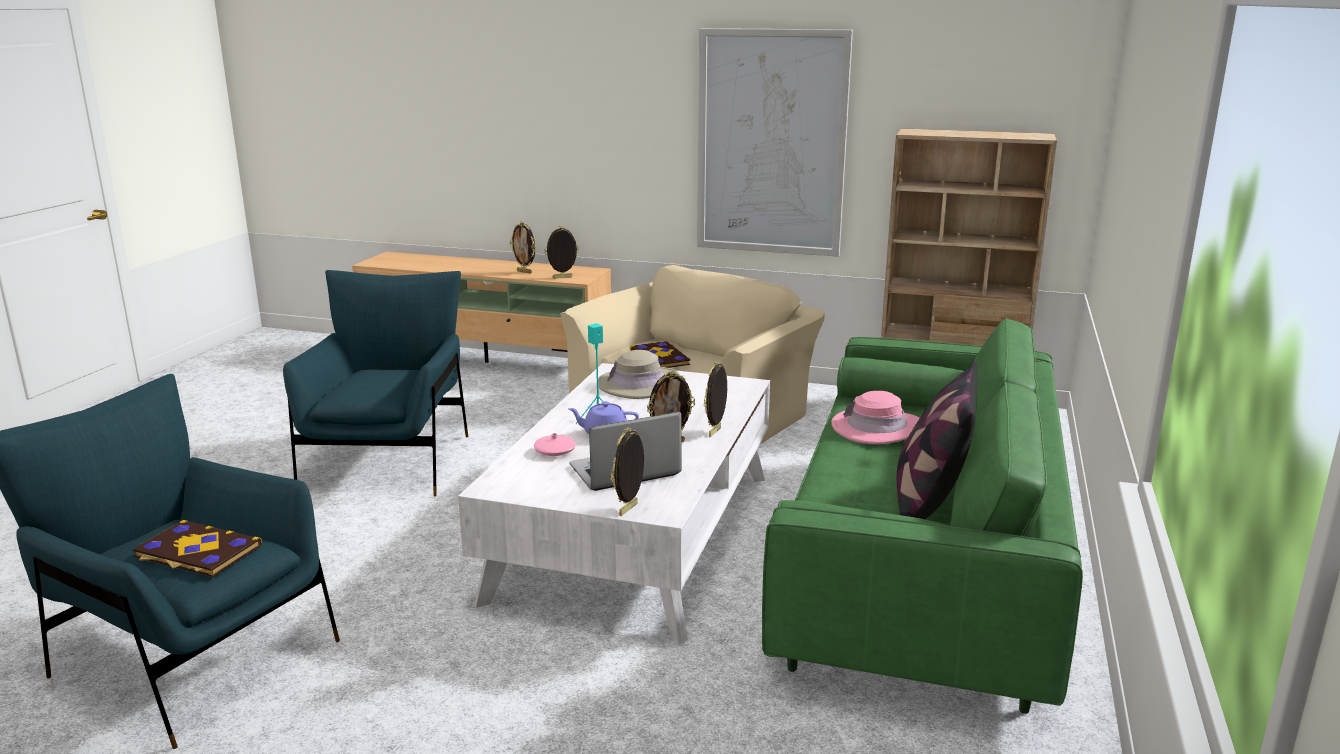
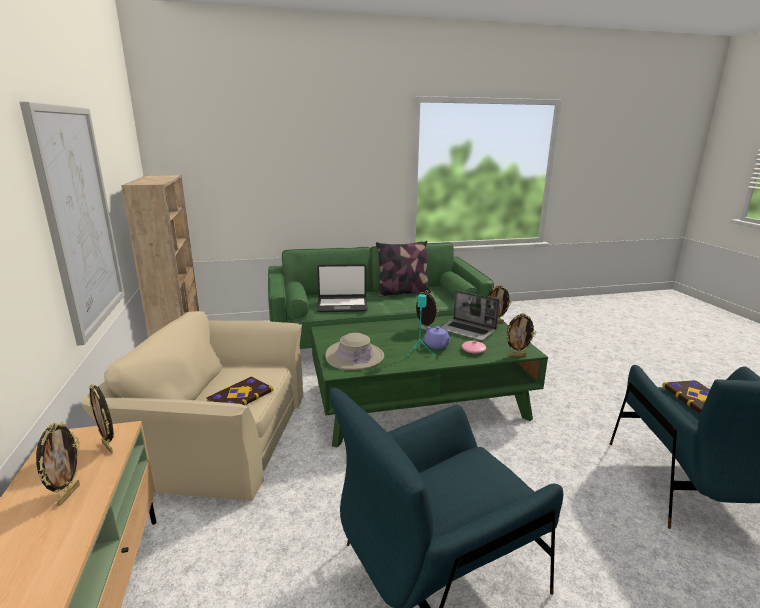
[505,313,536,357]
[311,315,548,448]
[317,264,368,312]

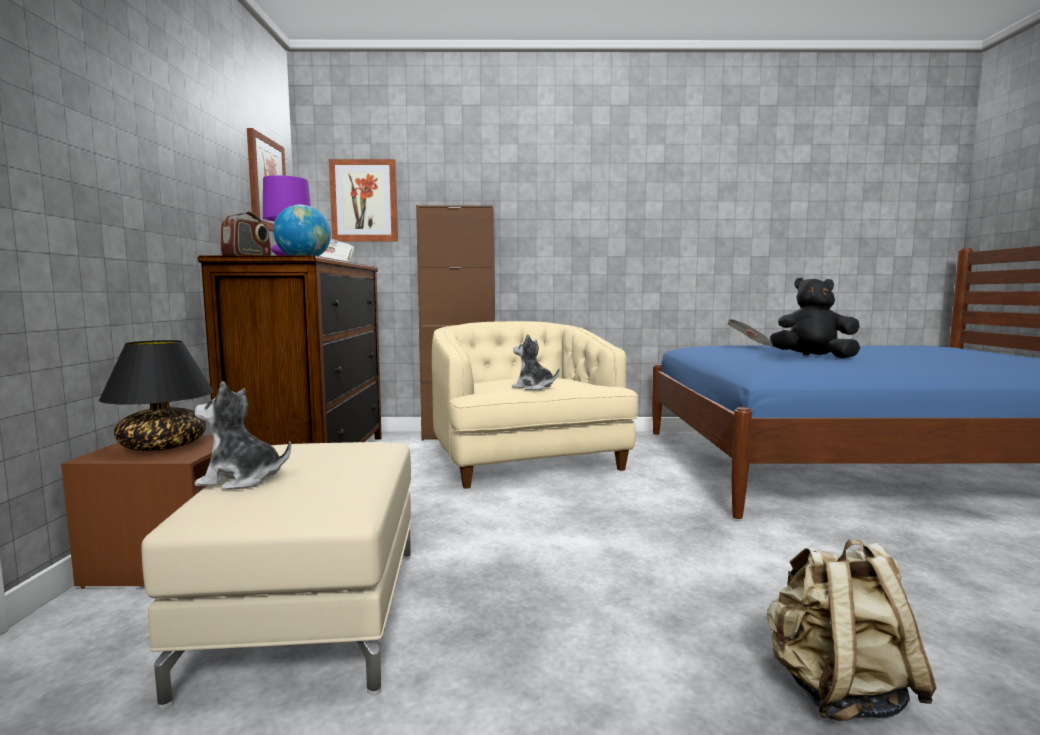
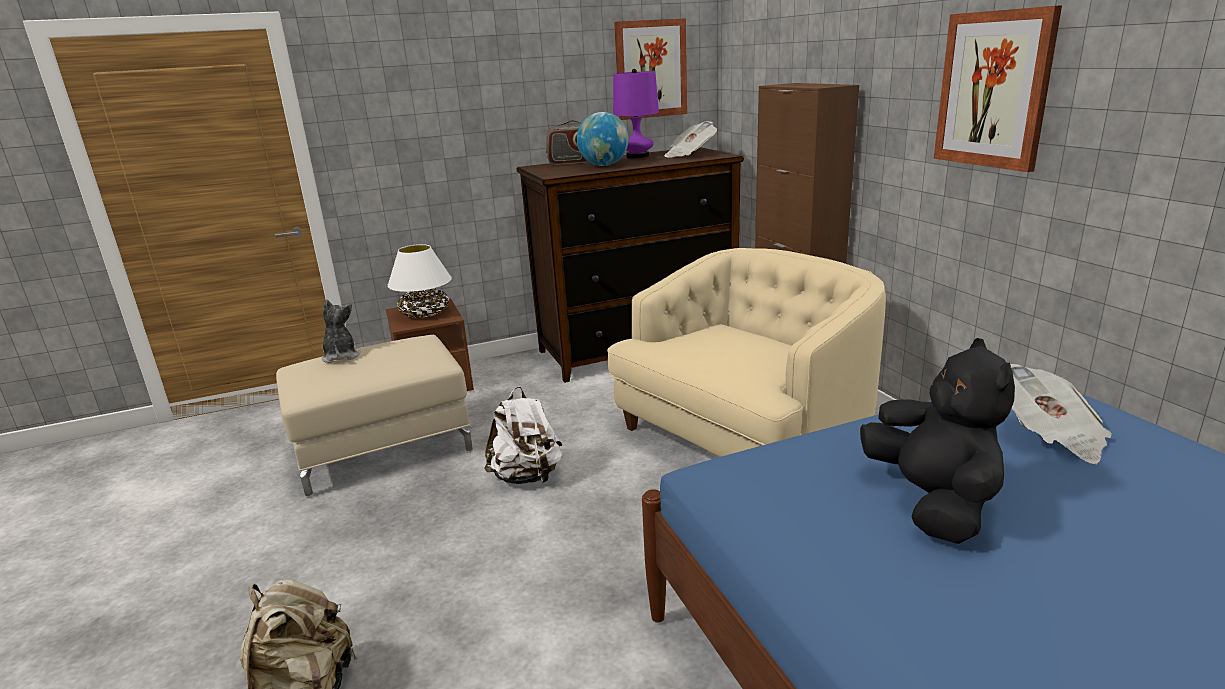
[934,5,1062,172]
[512,334,559,390] (first image)
[387,244,452,318]
[484,386,563,484]

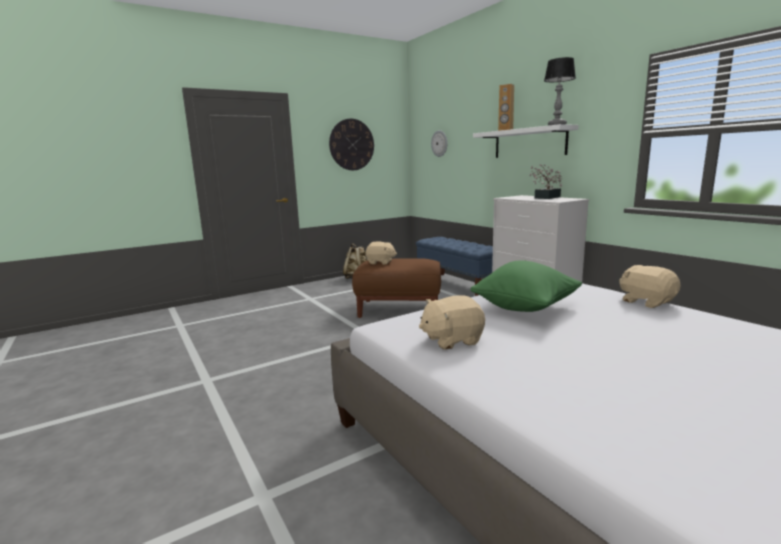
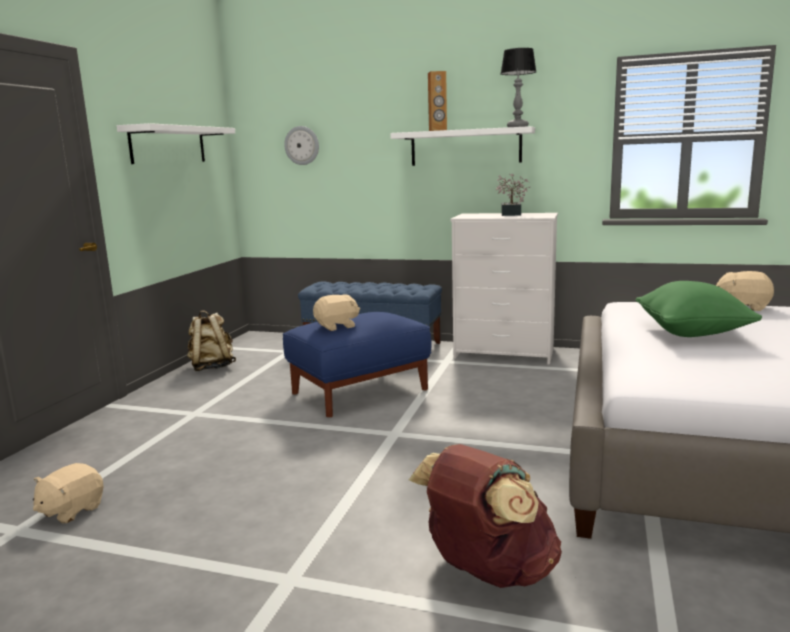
[117,123,235,164]
[283,312,432,417]
[33,463,104,524]
[409,444,562,588]

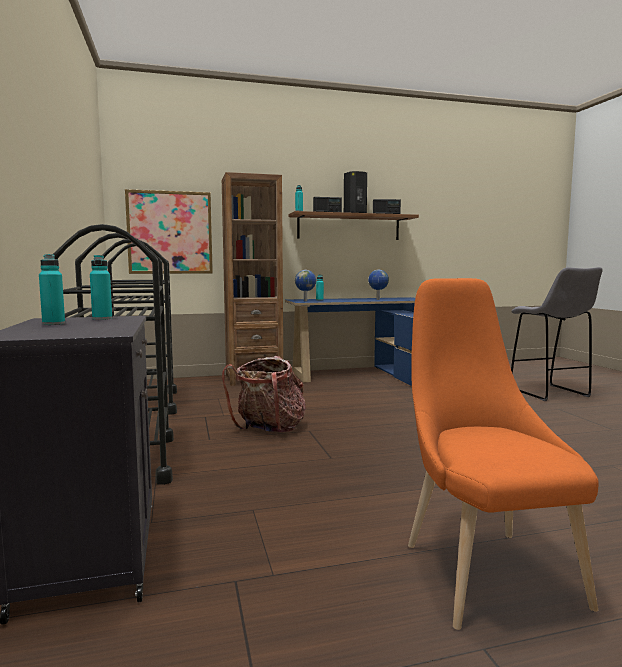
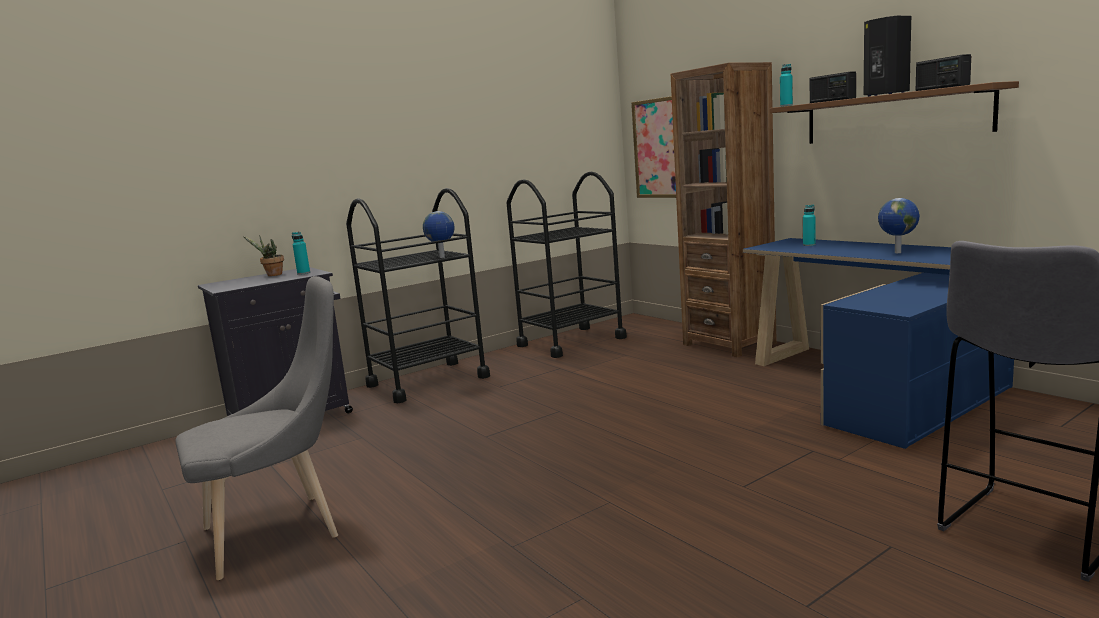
[243,235,284,276]
[423,211,455,258]
[176,276,338,580]
[222,356,306,432] (first image)

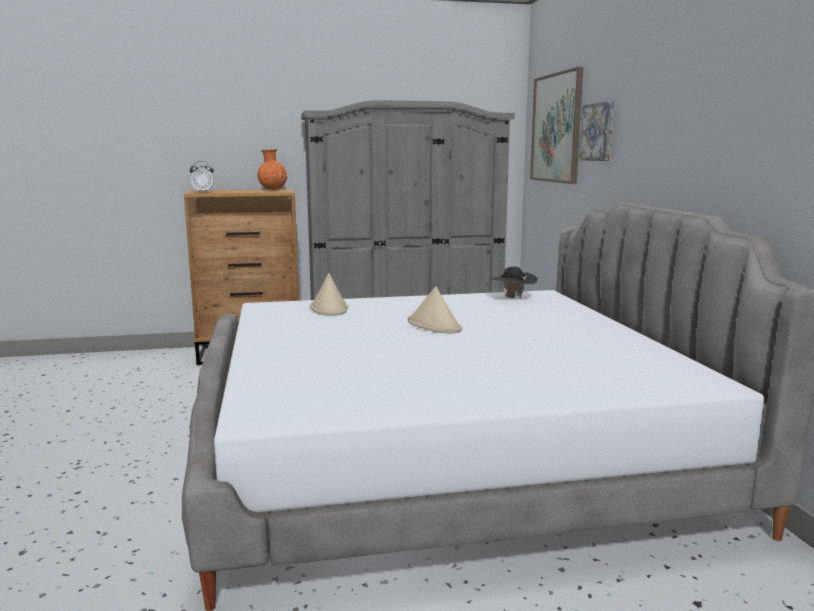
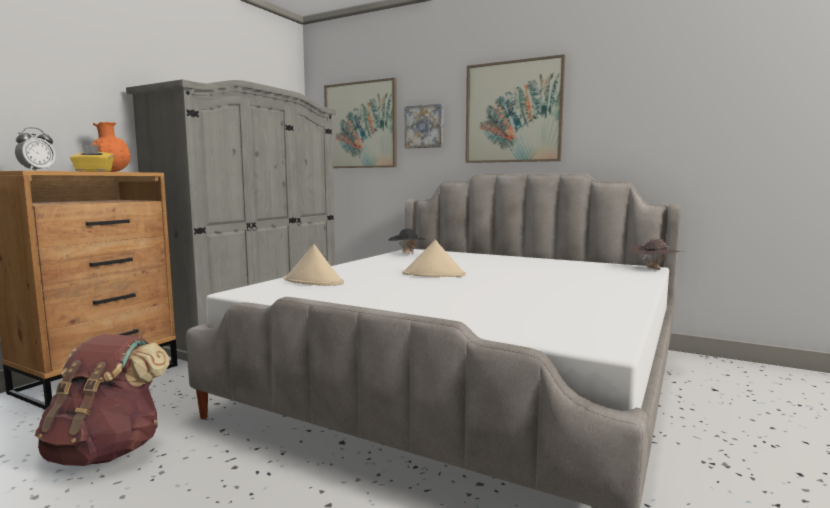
[465,54,565,163]
[70,145,114,172]
[629,239,685,270]
[35,334,170,466]

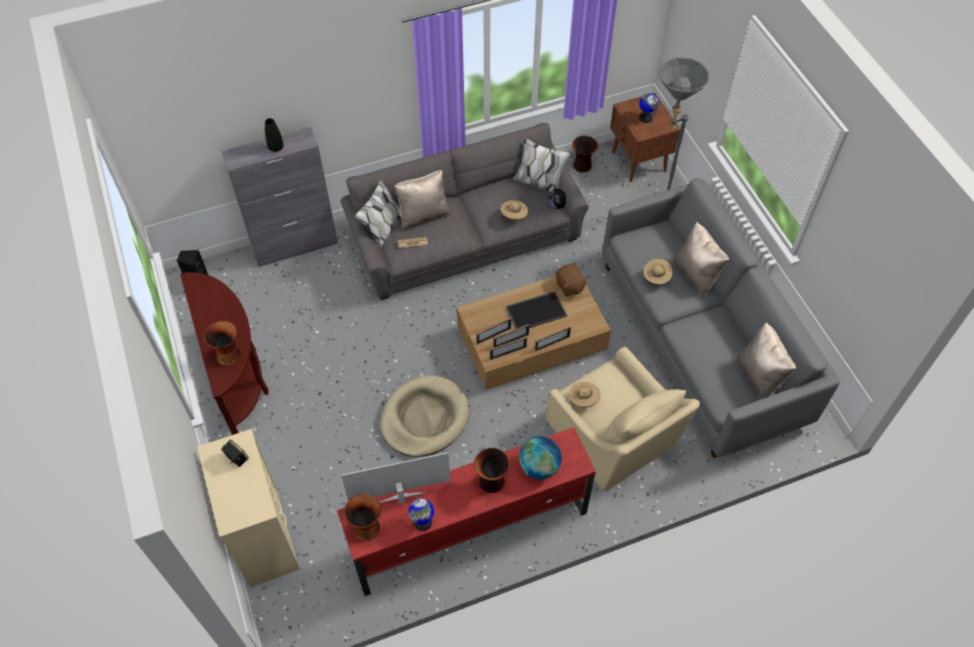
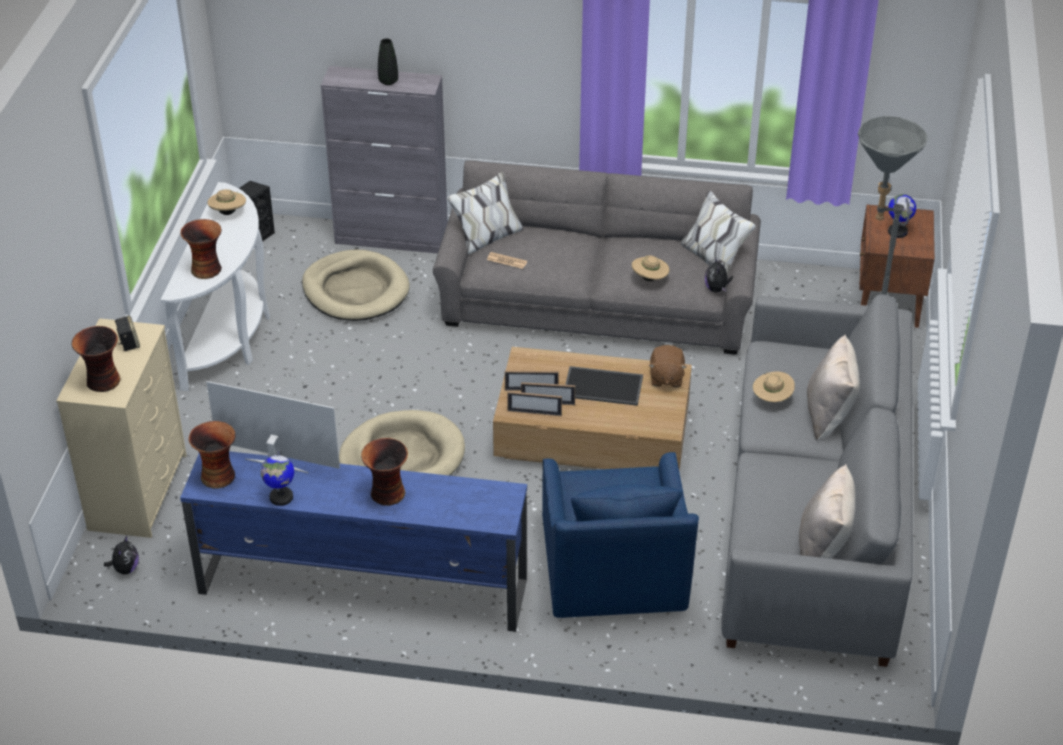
[72,326,121,392]
[394,170,451,229] (first image)
[161,182,270,391]
[535,326,571,352] (first image)
[542,452,699,618]
[207,189,246,215]
[180,451,527,632]
[519,436,562,480] (first image)
[302,250,410,321]
[104,535,139,574]

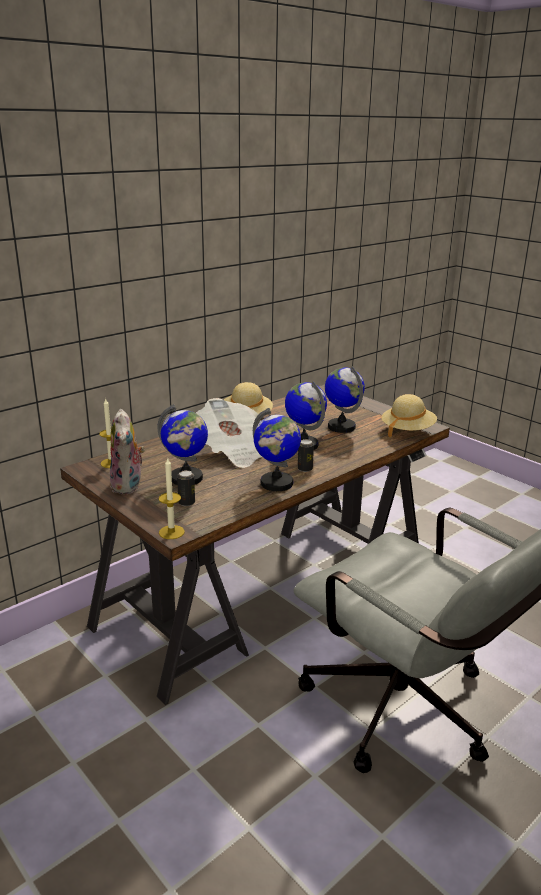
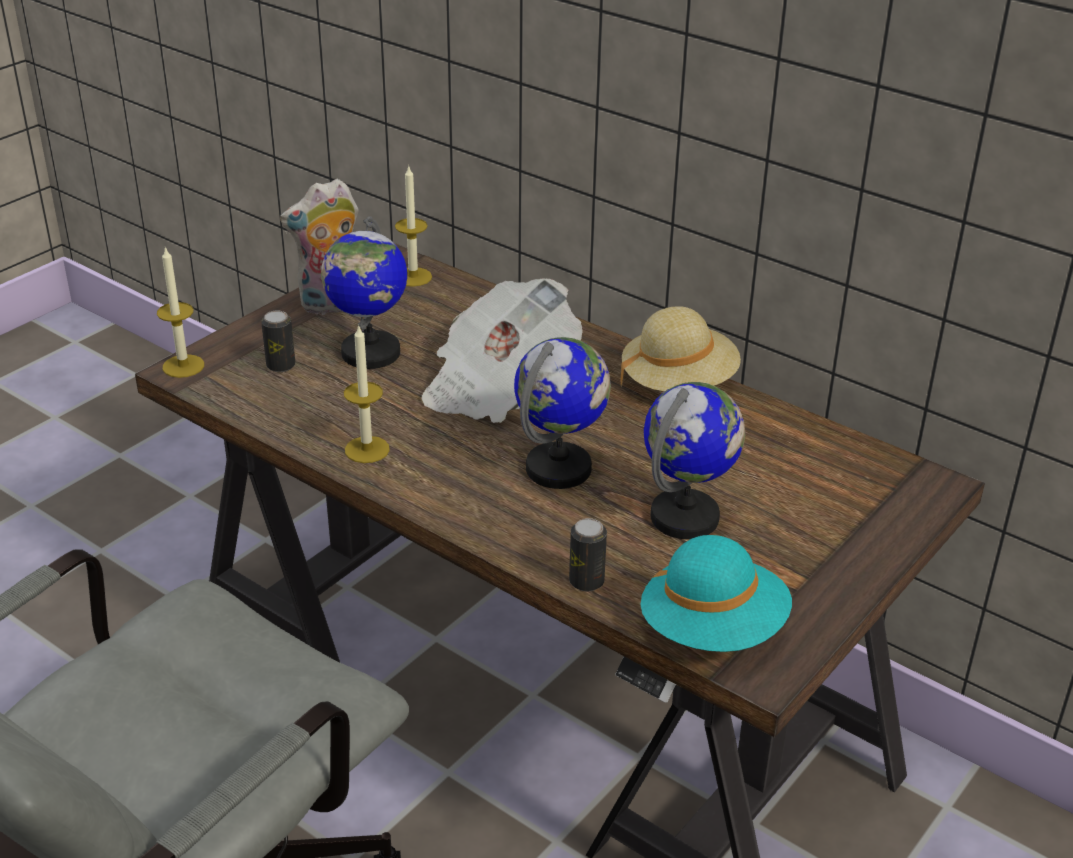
[640,535,792,652]
[344,324,390,463]
[569,518,607,591]

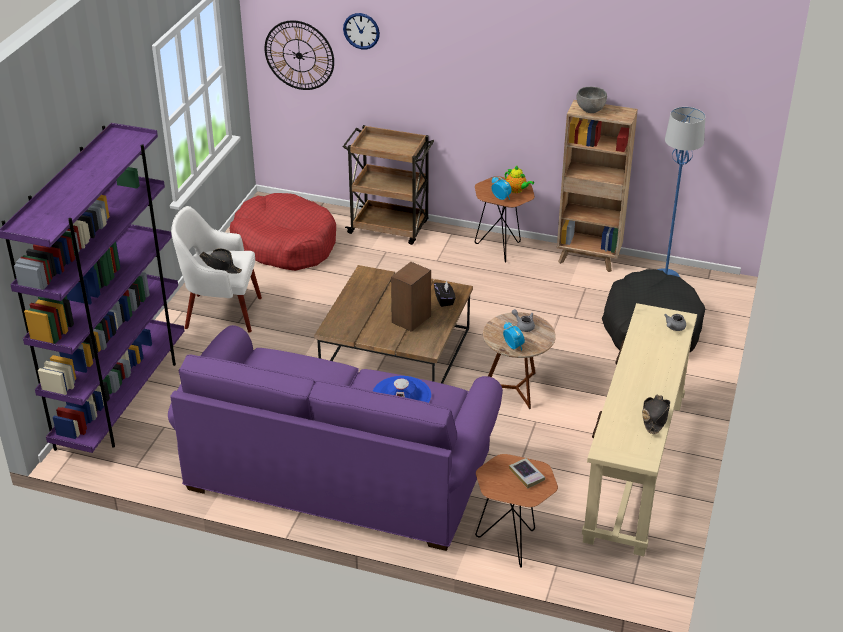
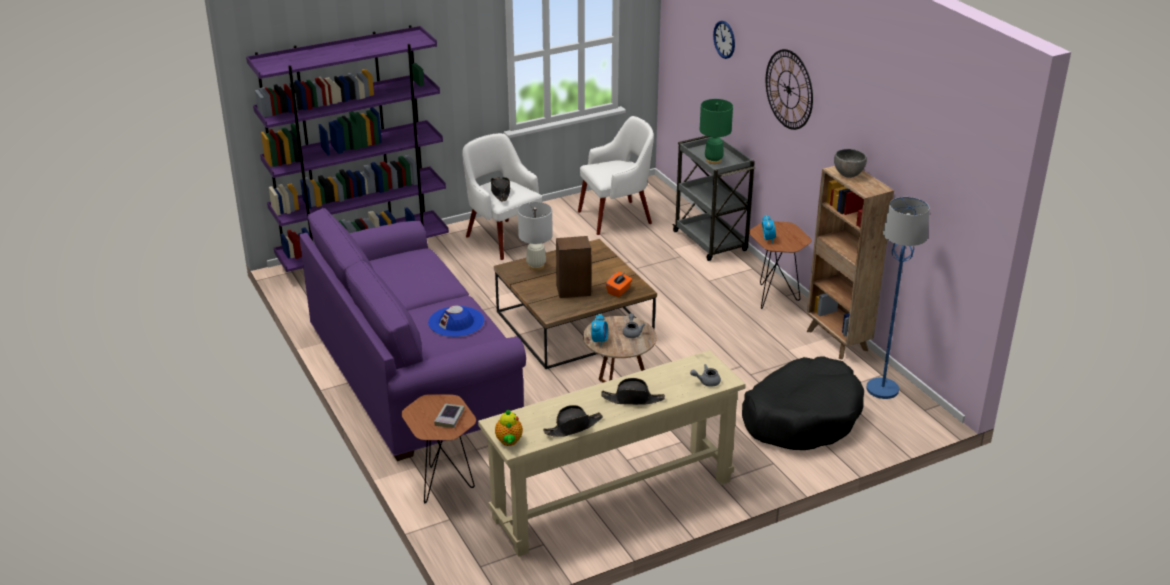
[766,49,813,130]
[672,136,756,261]
[495,409,523,446]
[578,116,654,235]
[606,272,632,297]
[700,99,733,164]
[518,202,553,270]
[601,378,665,405]

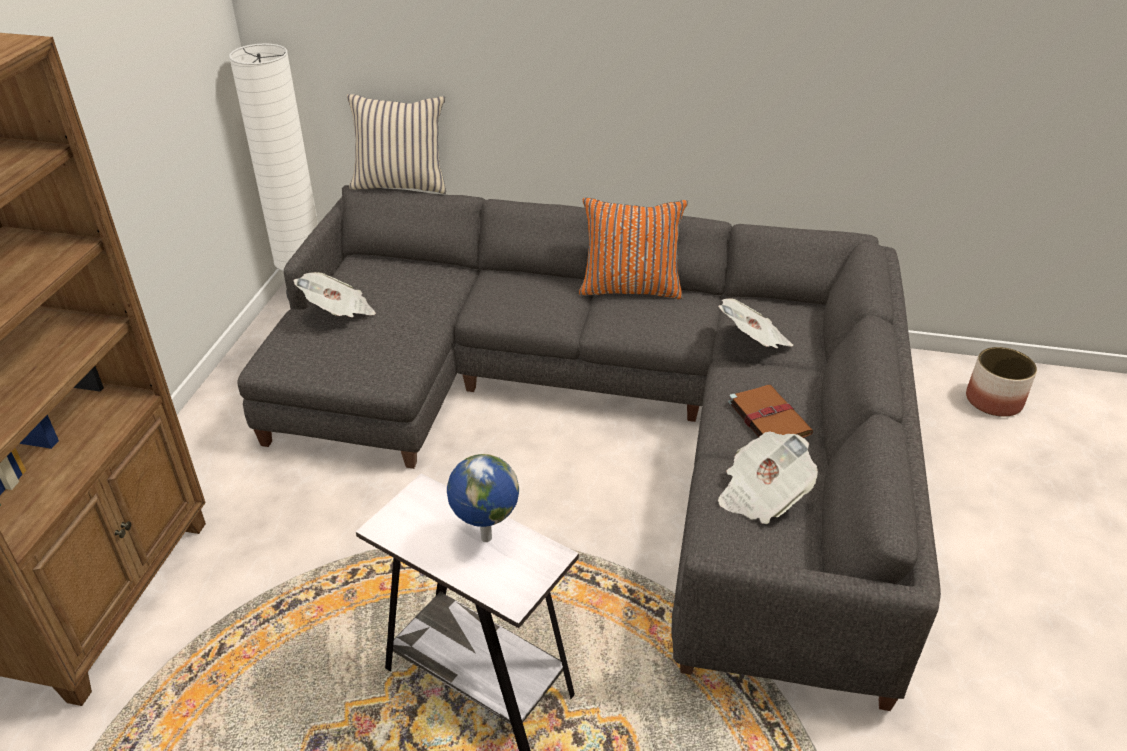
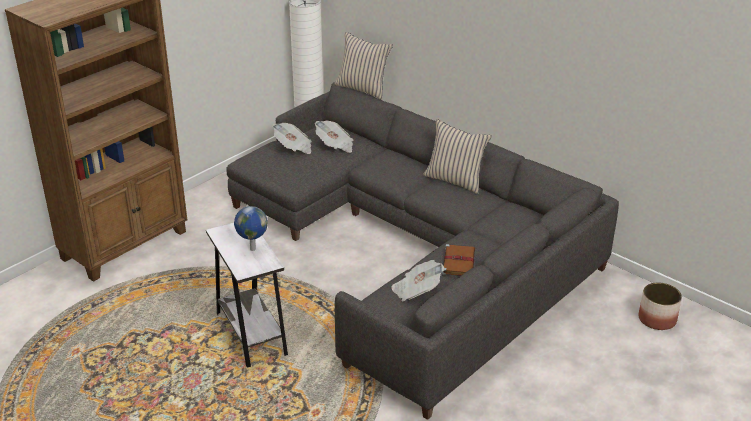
[423,119,492,194]
[315,121,354,153]

